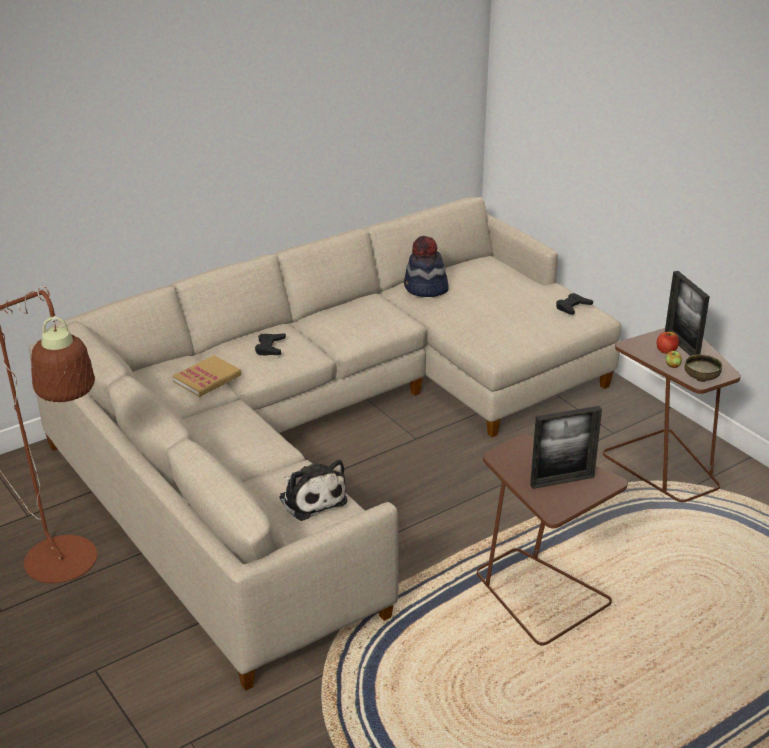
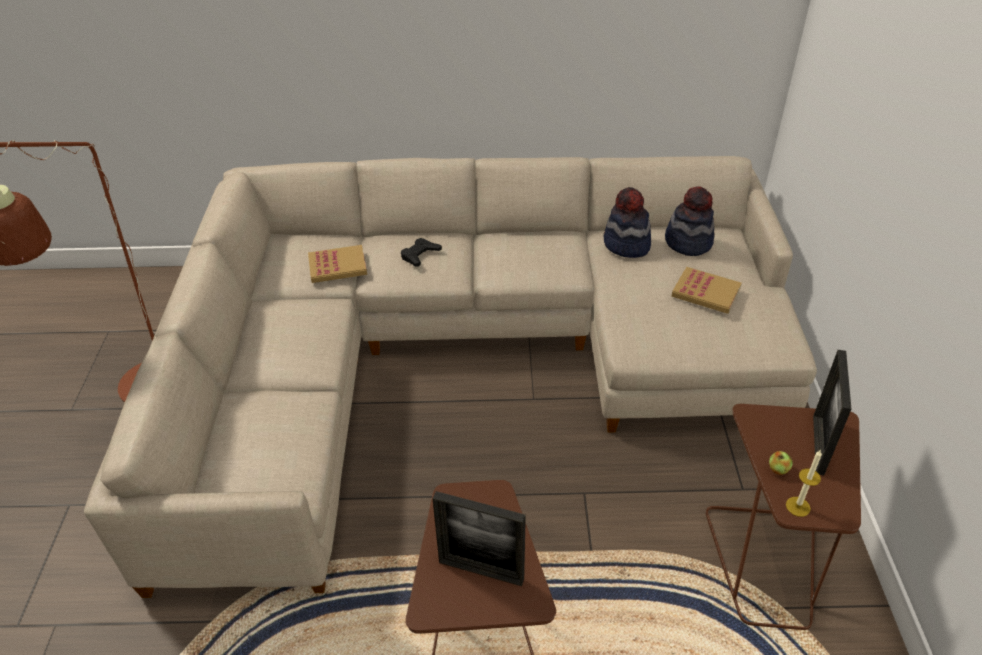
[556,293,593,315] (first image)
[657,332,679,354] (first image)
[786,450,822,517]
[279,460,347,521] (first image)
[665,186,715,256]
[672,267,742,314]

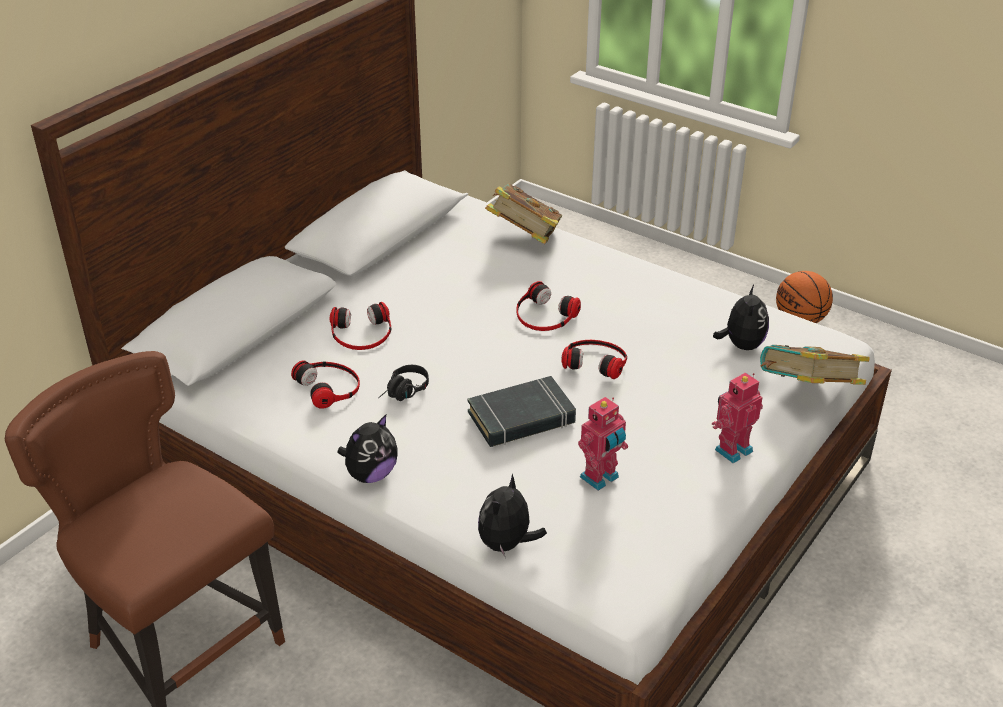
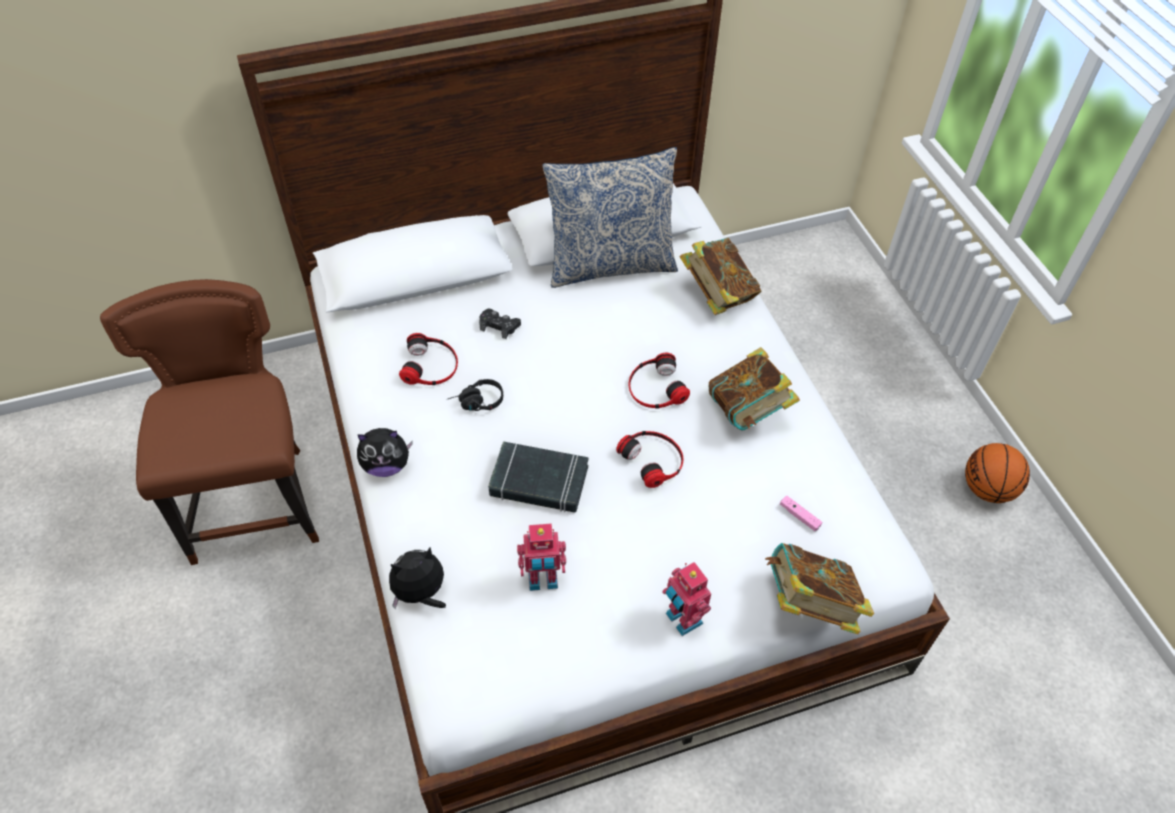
[780,496,822,532]
[479,309,521,339]
[662,562,711,636]
[542,147,678,288]
[709,347,800,430]

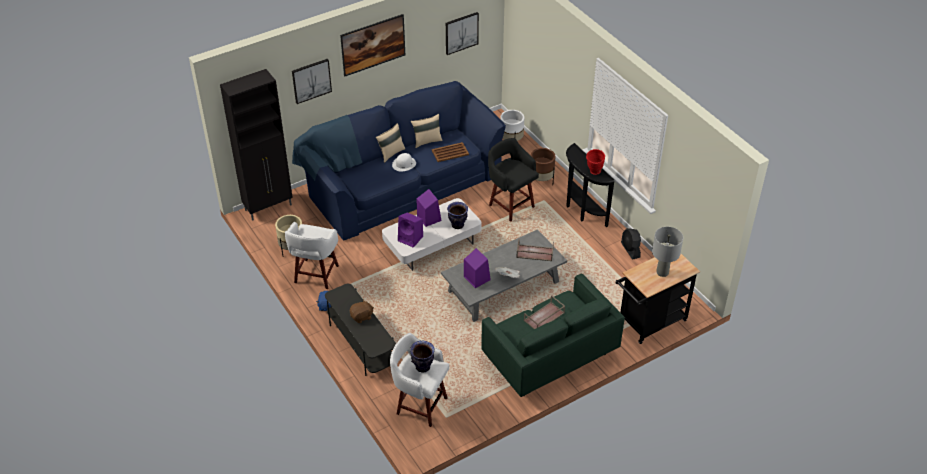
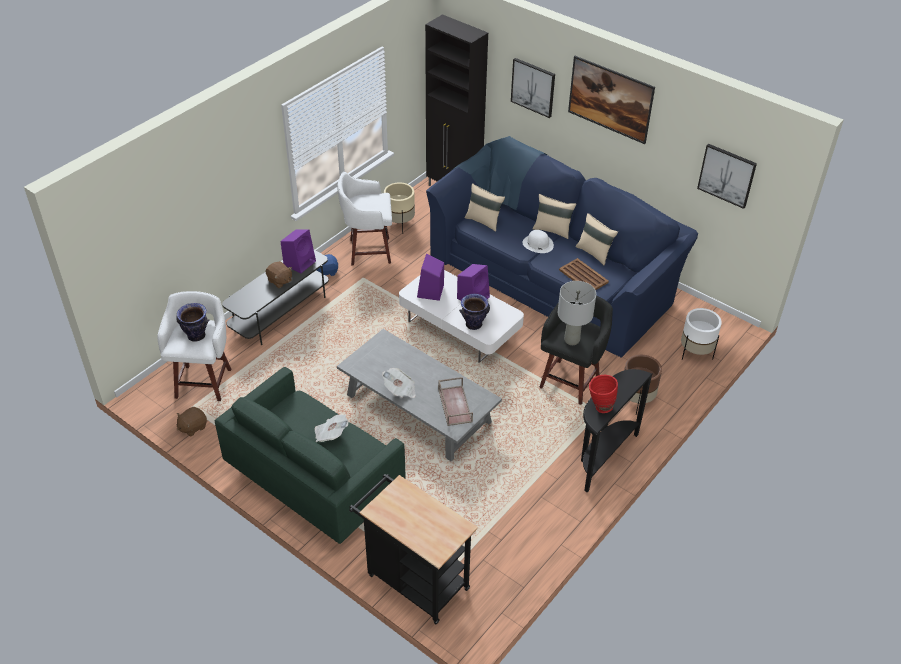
[558,281,596,345]
[621,228,641,260] (first image)
[281,229,316,273]
[315,414,348,442]
[464,183,505,232]
[177,407,207,437]

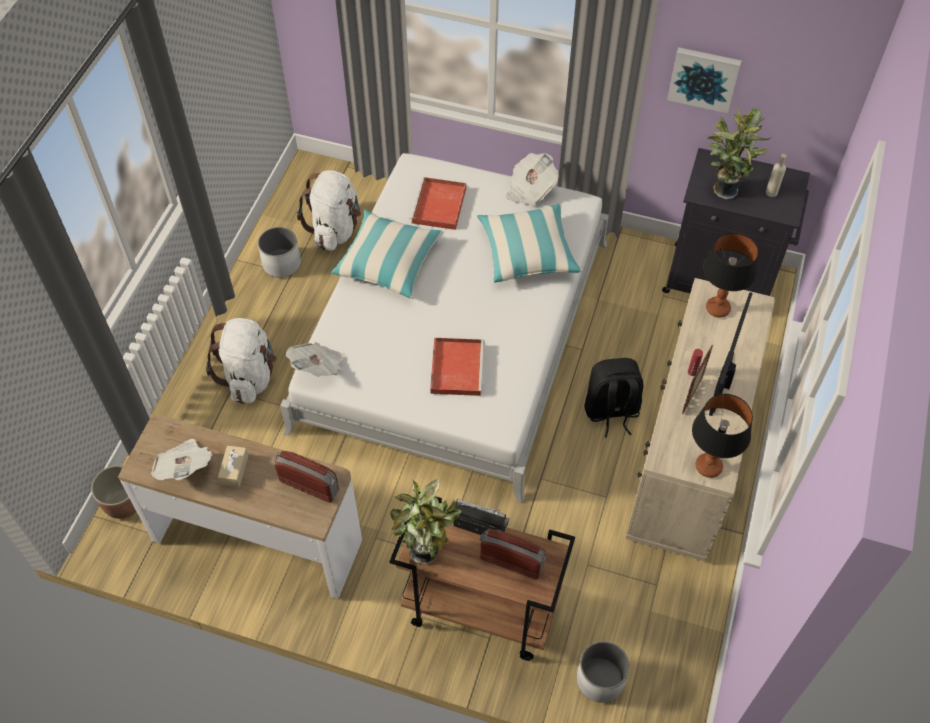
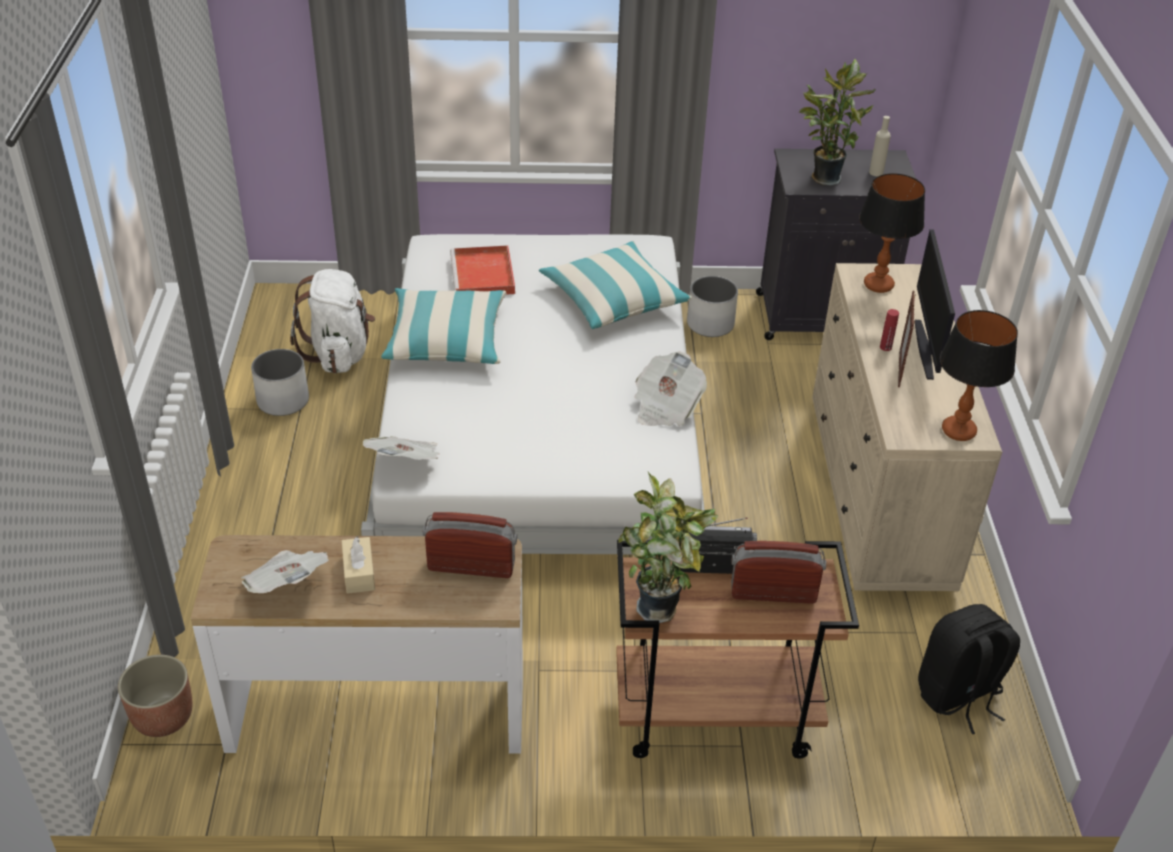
[667,47,742,113] (first image)
[634,352,707,426]
[206,318,277,404] (first image)
[430,338,485,396] (first image)
[918,604,1020,734]
[687,276,738,337]

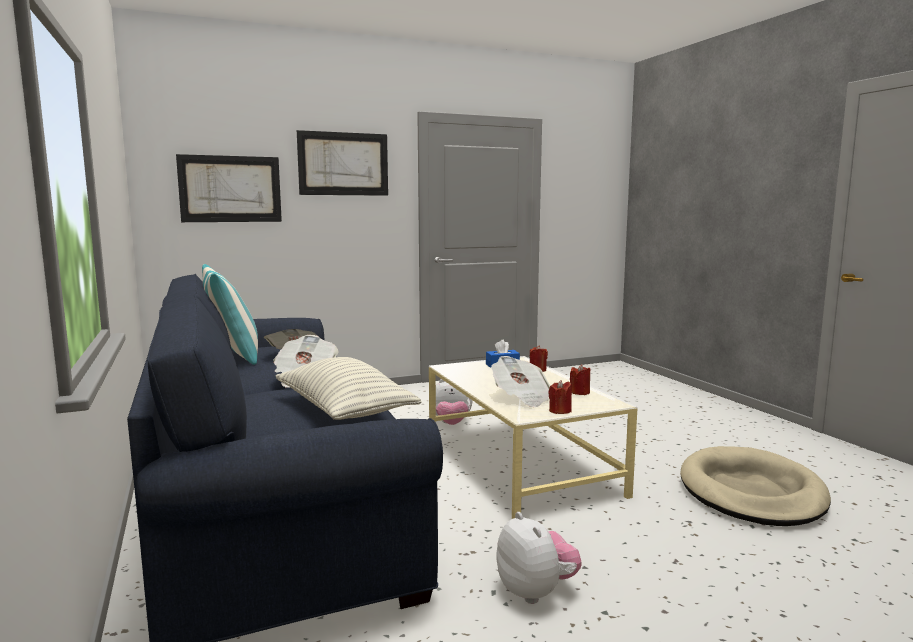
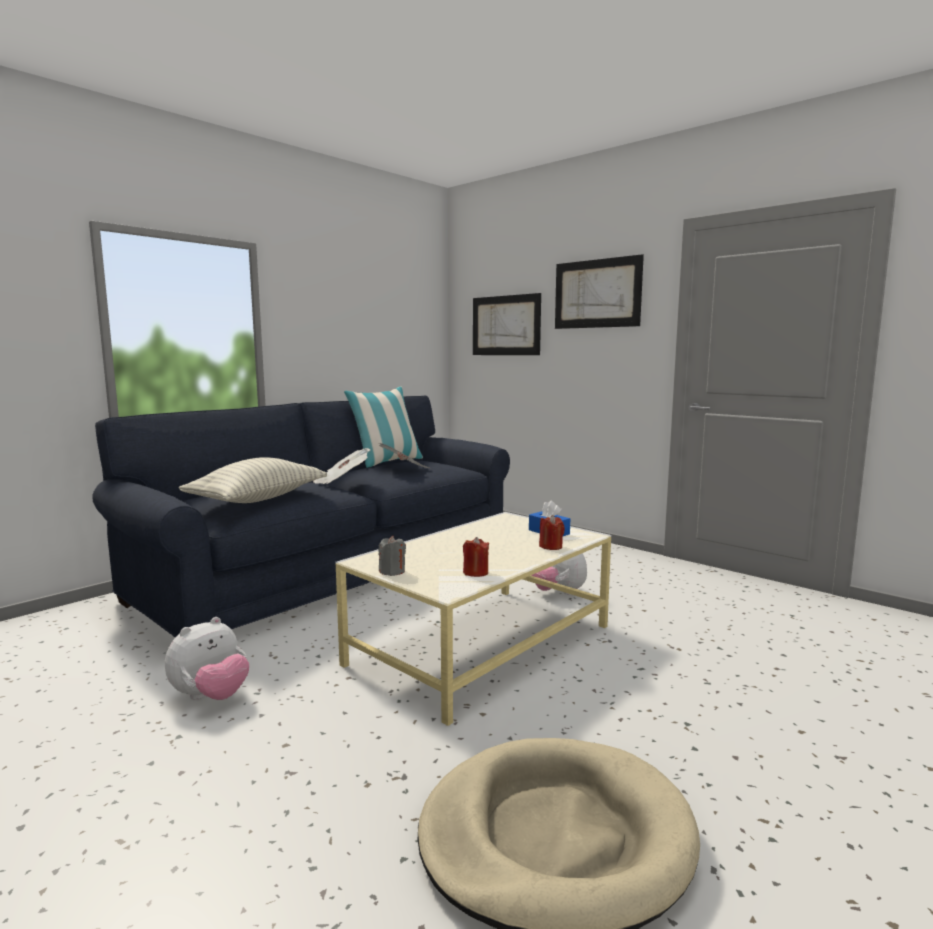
[491,356,550,407] (first image)
[378,536,406,576]

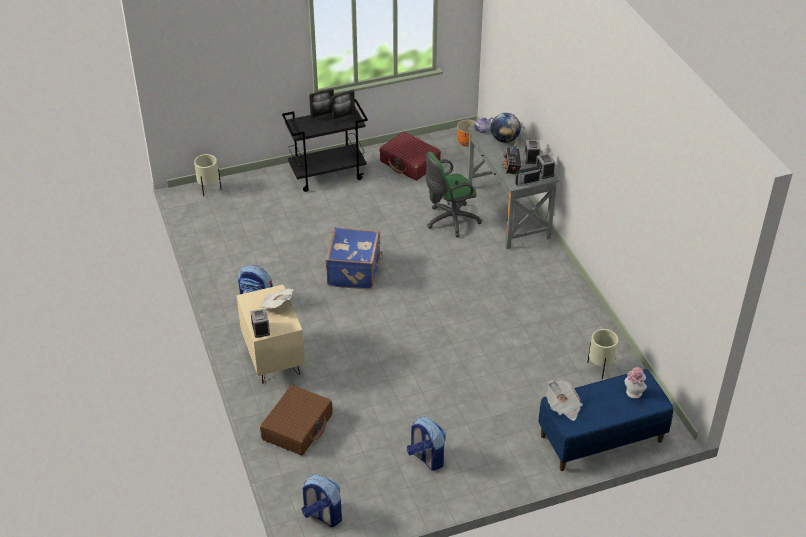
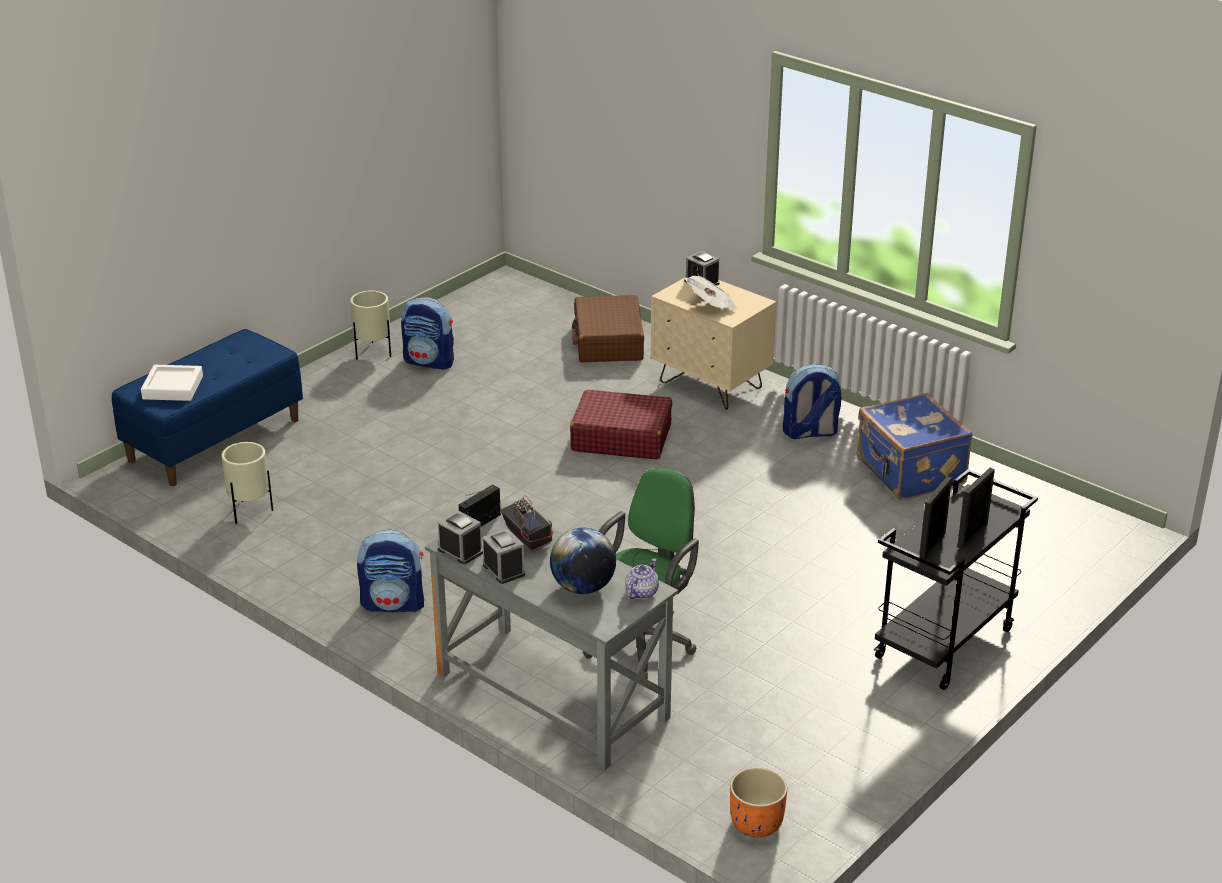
[570,390,672,459]
[350,290,391,360]
[857,393,972,500]
[141,365,203,401]
[546,380,583,421] (first image)
[357,529,424,613]

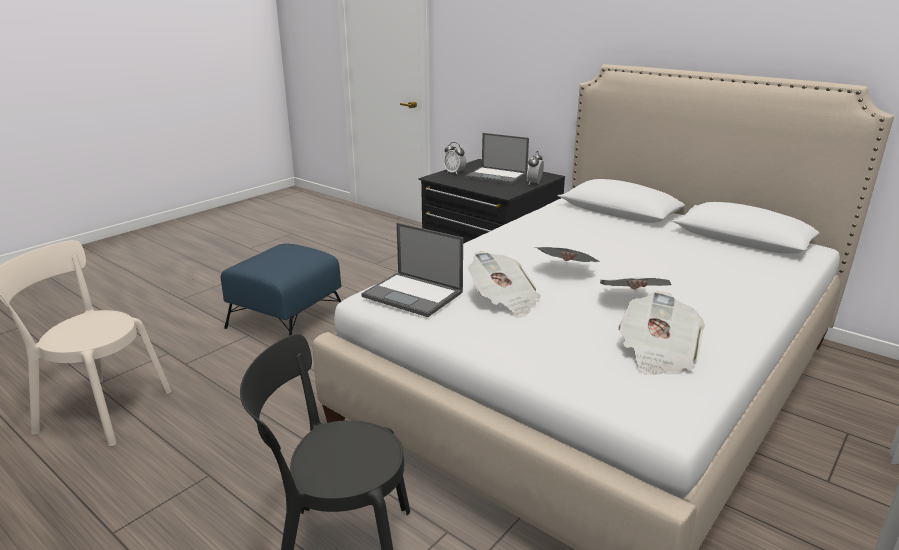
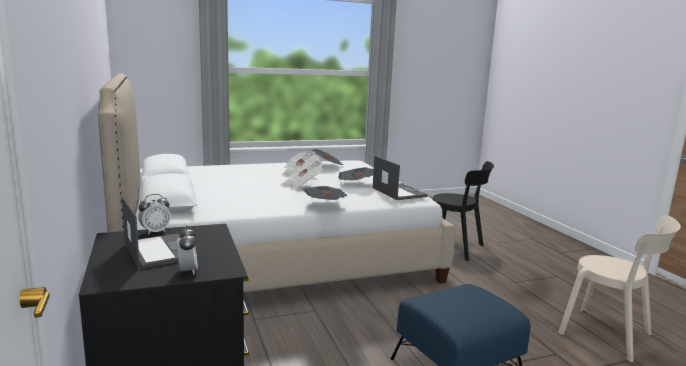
[302,186,347,200]

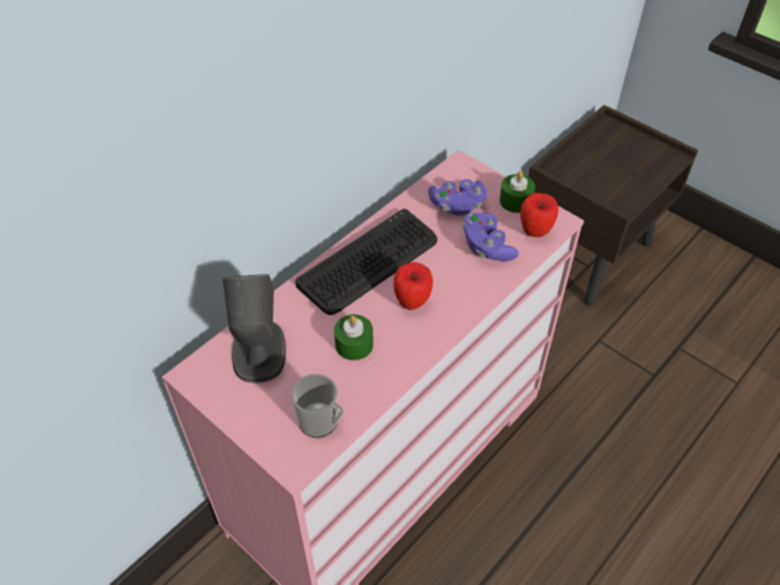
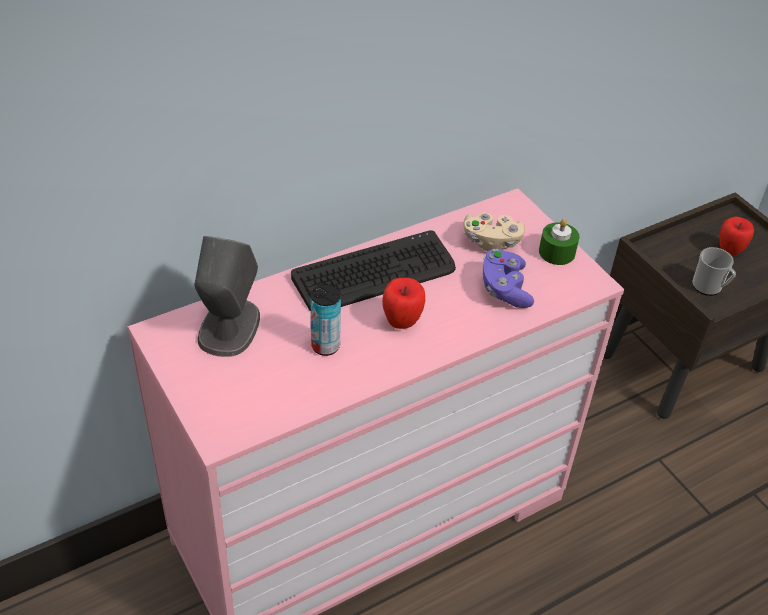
[463,212,525,251]
[719,217,754,255]
[311,284,341,356]
[692,247,736,296]

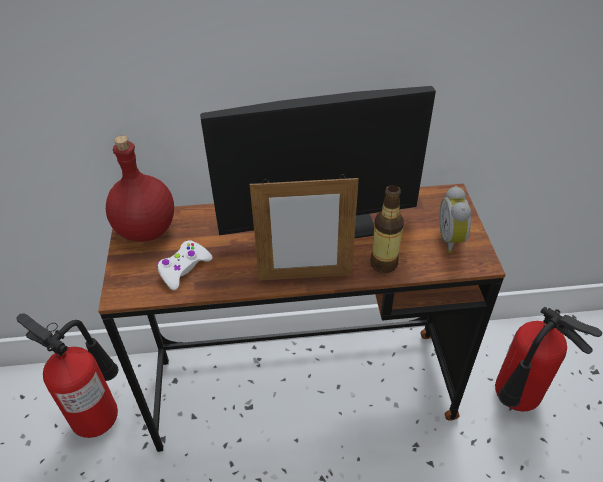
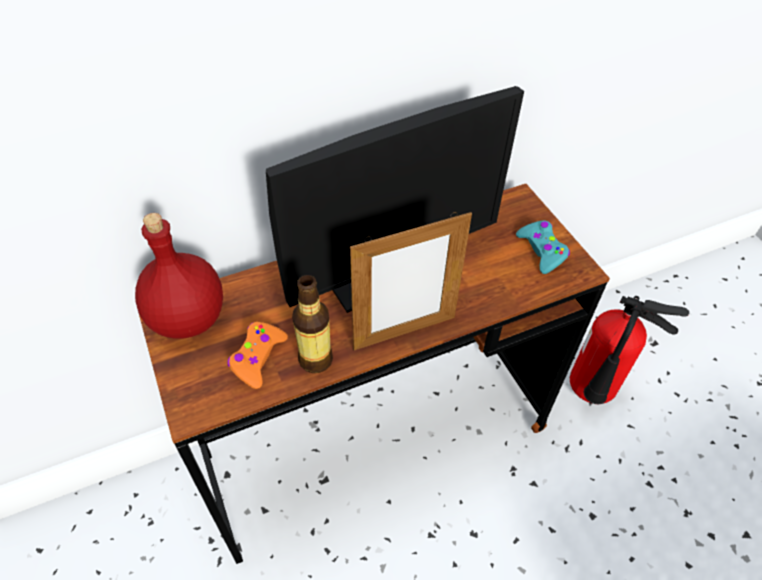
[292,275,333,373]
[516,221,570,274]
[228,322,288,389]
[16,313,118,438] (first image)

